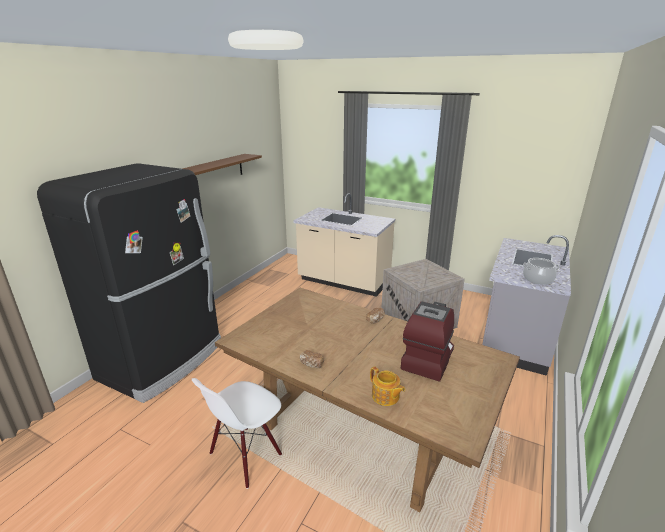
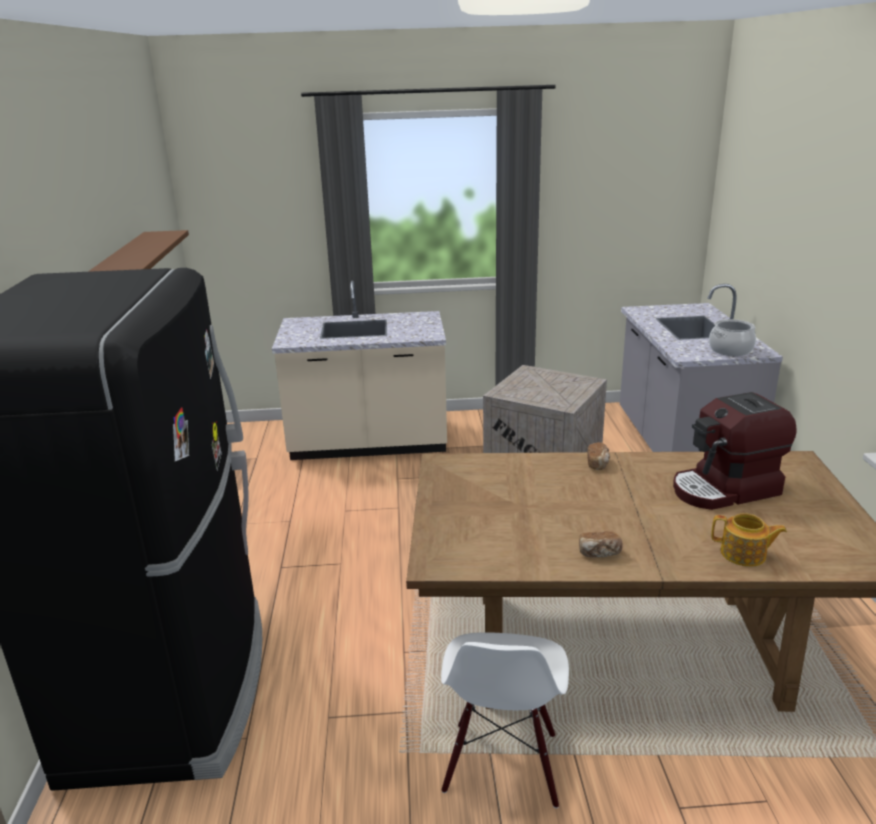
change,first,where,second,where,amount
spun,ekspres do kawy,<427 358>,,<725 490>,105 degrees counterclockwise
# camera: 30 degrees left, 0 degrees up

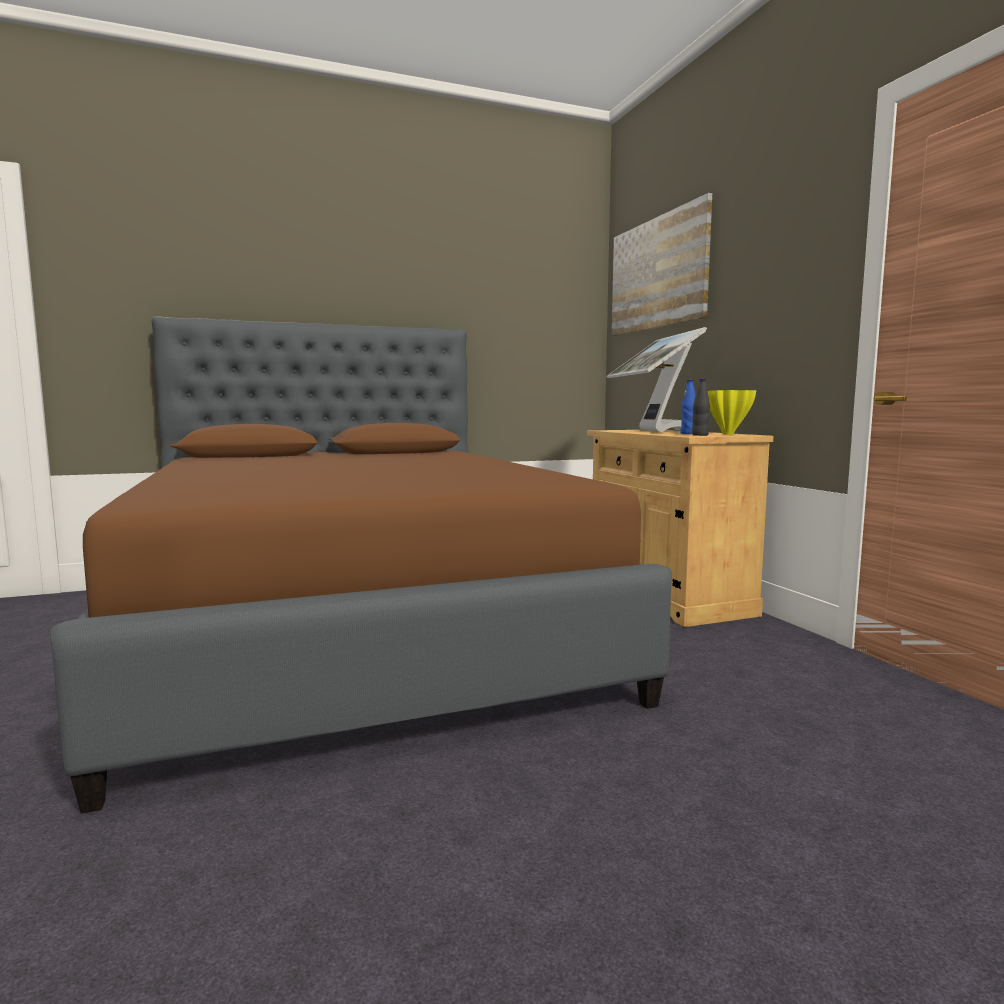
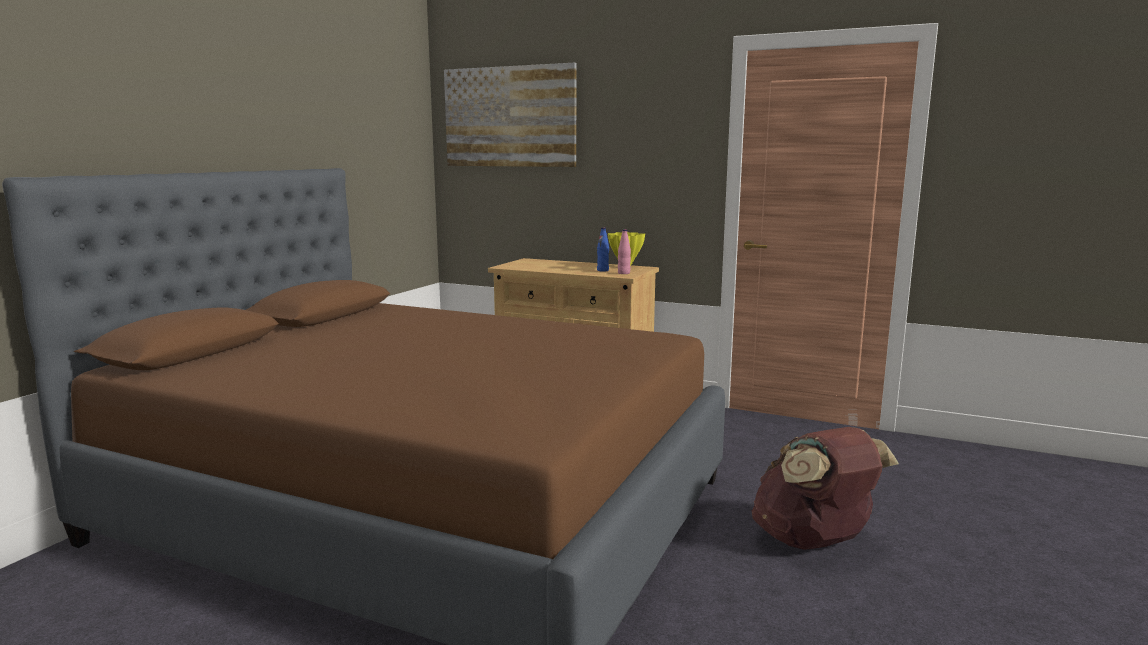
change,first,where,second,where,amount
missing,monitor,<652 431>,,,
colour,butelka [czarny],<700 435>,butelka [różowy],<624 273>,
appeared,,,plecak [brązowy],<813 541>,
# camera: 45 degrees left, 5 degrees up

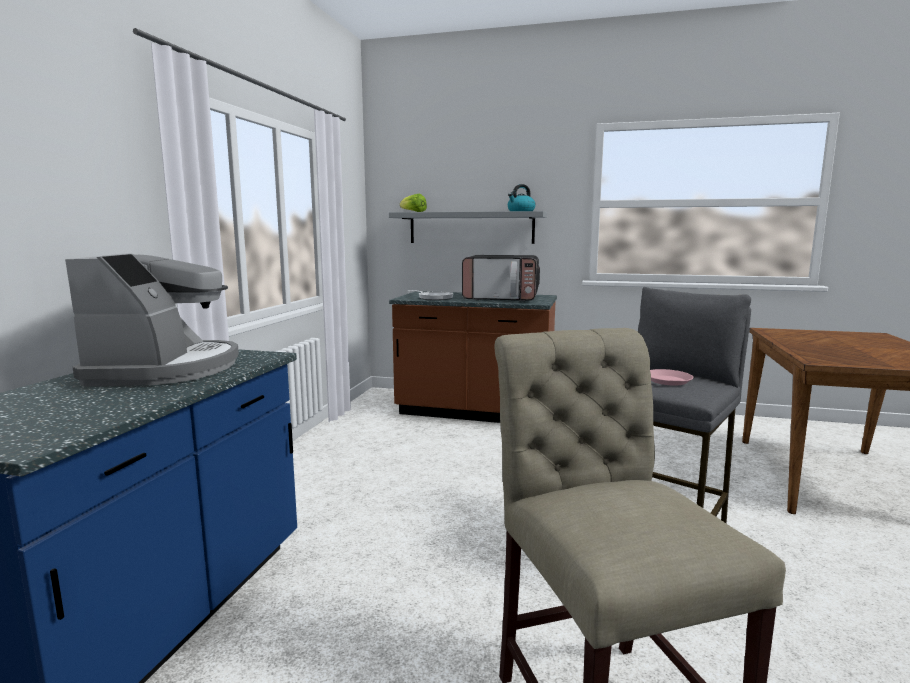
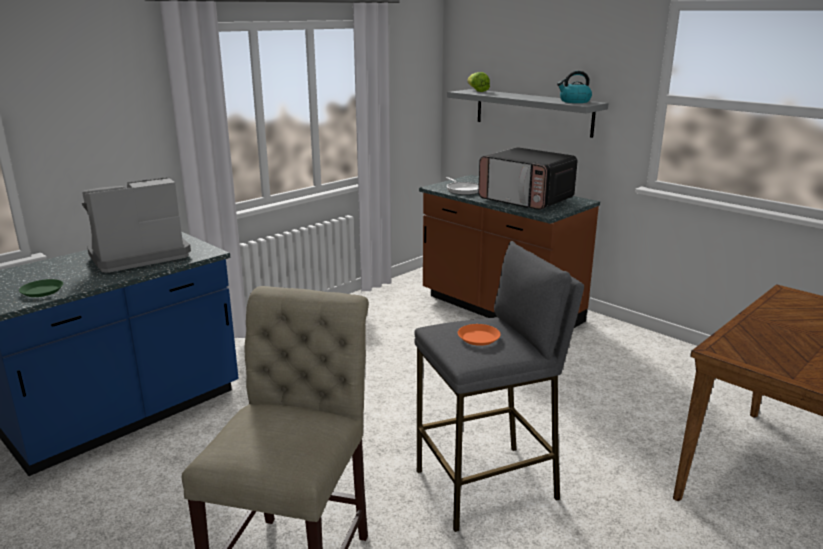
change,first,where,second,where,amount
spun,ekspres do kawy,<166 369>,,<137 255>,150 degrees counterclockwise
colour,talerz [różowy],<668 380>,talerz [pomarańczowy],<479 338>,
appeared,,,talerz [zielony],<42 291>,
# camera: 30 degrees right, 10 degrees up

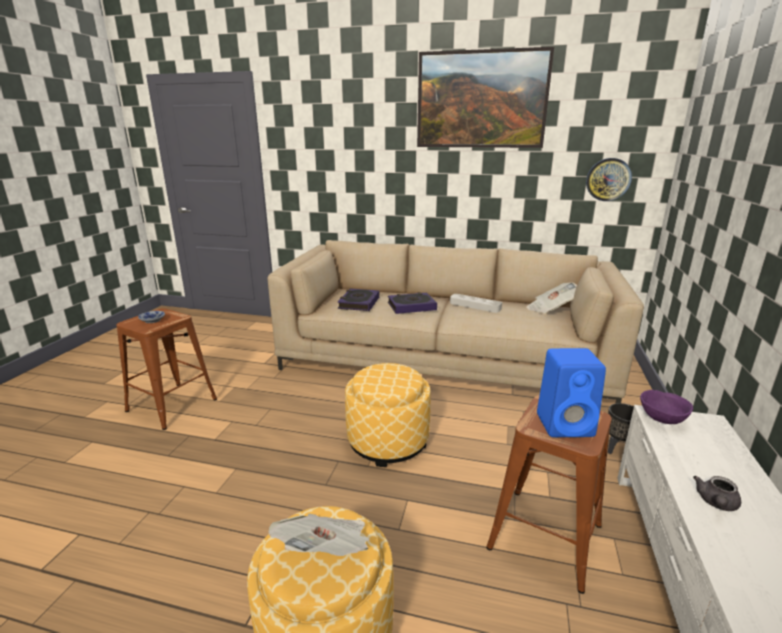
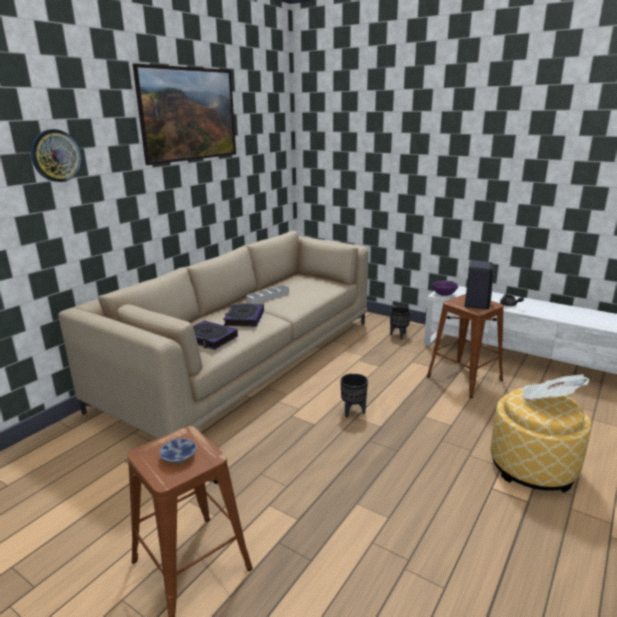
change,first,where,second,where,amount
relocated,zegar ścienny,<608 179>,,<55 155>,
missing,gazeta,<550 309>,,,
colour,głośnik [niebieski],<566 425>,głośnik [czarny],<476 304>,
exchanged,pufa,<387 441>,donica [czarny],<353 412>,
# camera: 70 degrees left, 0 degrees up

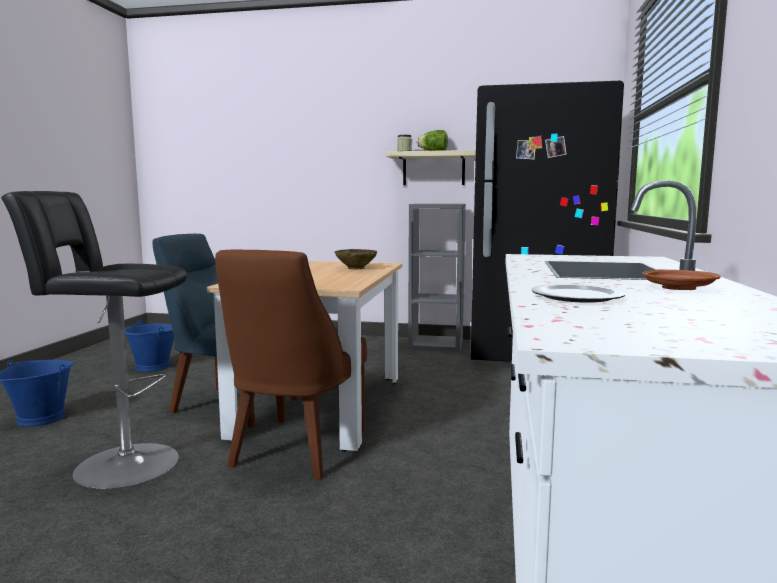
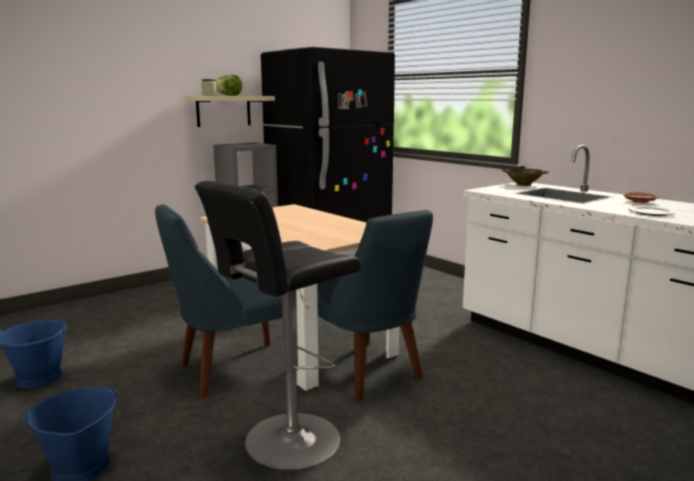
change,first,where,second,where,amount
relocated,miska [beżowy],<356 268>,,<523 185>,
colour,krzesło [brązowy],<295 450>,krzesło [niebieski],<365 372>,
# camera: 50 degrees left, 5 degrees up

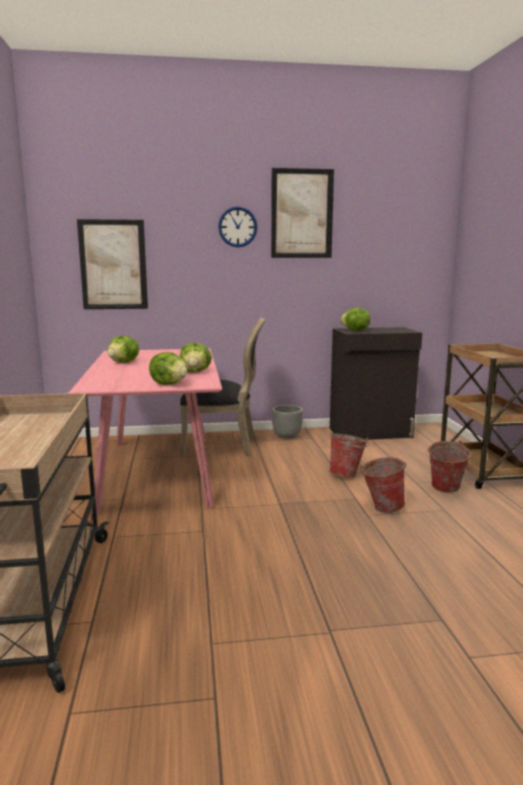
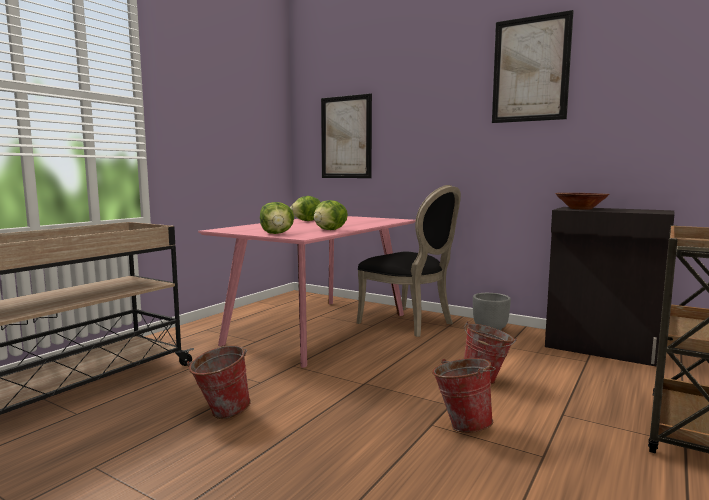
change,first,where,second,where,amount
missing,zegar ścienny,<237 227>,,,
exchanged,sałata,<355 330>,miska [brązowy],<580 208>,
relocated,wiadro,<444 490>,,<220 413>,
# camera: 40 degrees right, 5 degrees down

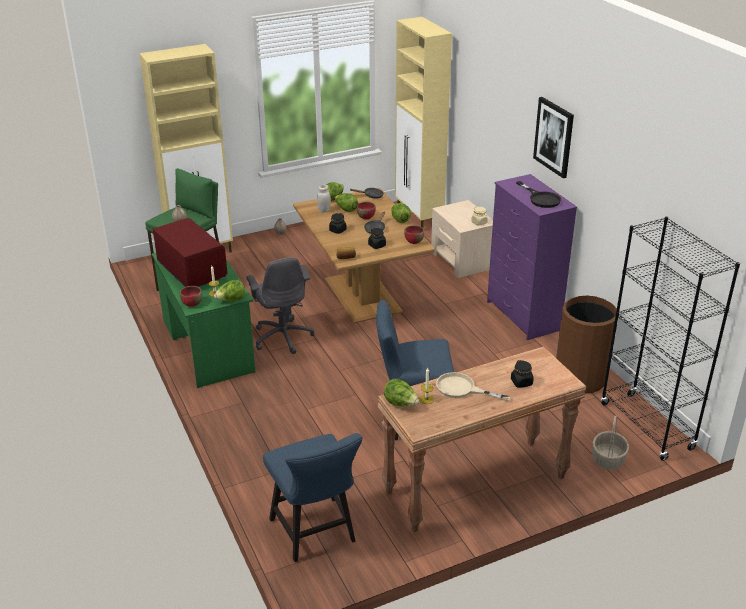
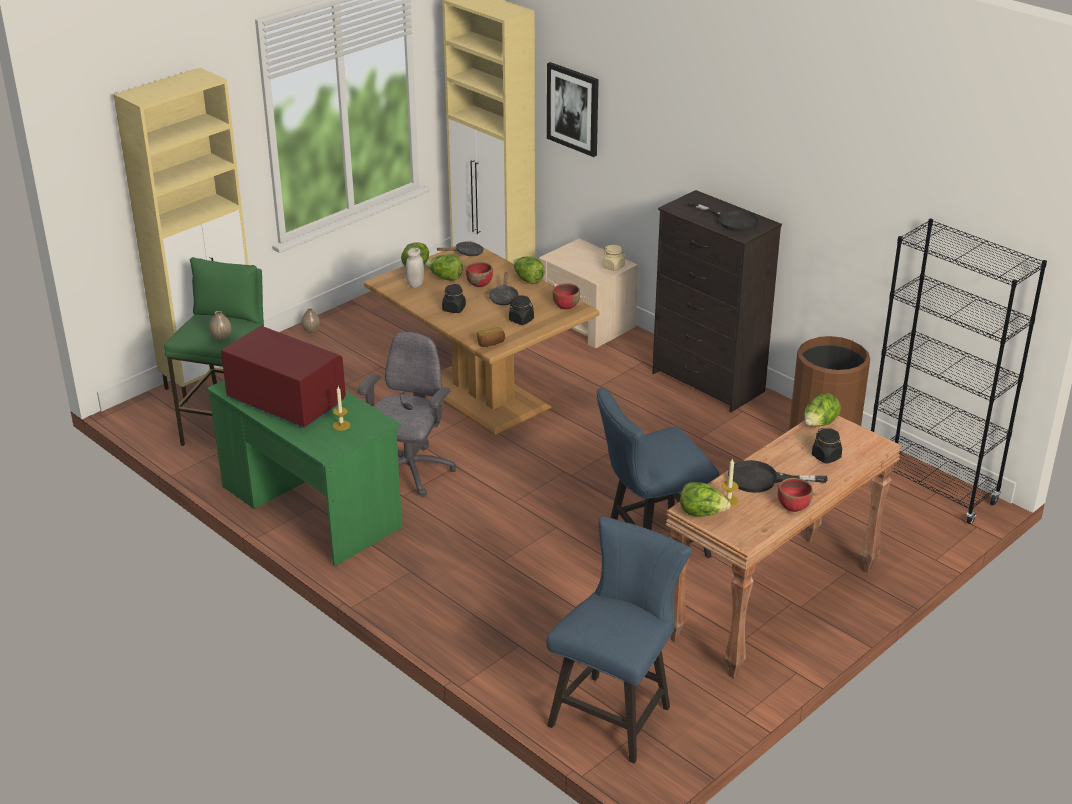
change,first,where,second,where,amount
relocated,obraz,<554 137>,,<573 109>,
colour,komoda [fioletowy],<522 316>,komoda [czarny],<708 383>,
spun,krzesło biurowe [szary],<283 336>,,<409 473>,120 degrees counterclockwise
relocated,sałata,<231 300>,,<819 425>,
relocated,miska [czerwony],<192 303>,,<793 506>,
colour,patelnia [beżowy],<462 389>,patelnia [czarny],<762 479>,
missing,koszyk,<608 460>,,,
spun,krzesło [niebieski],<316 534>,,<615 712>,105 degrees counterclockwise
# camera: 20 degrees left, 0 degrees up

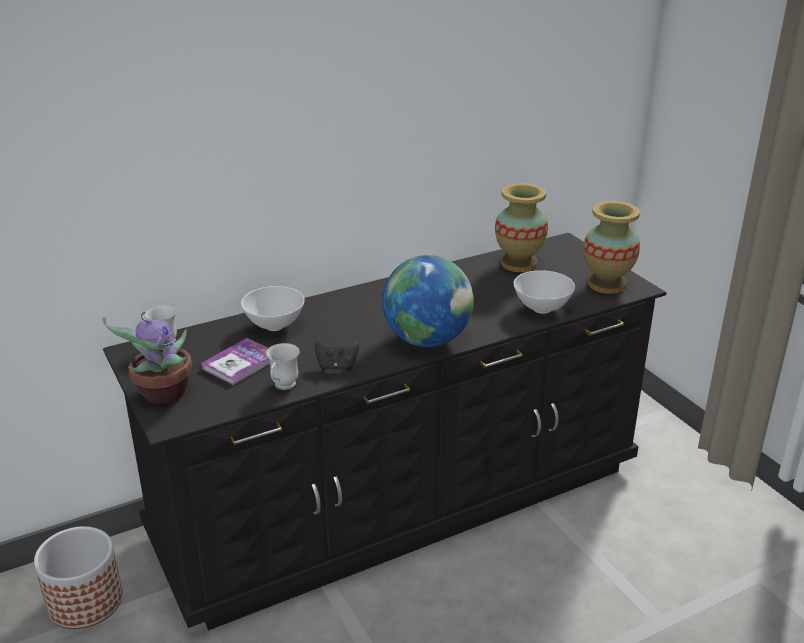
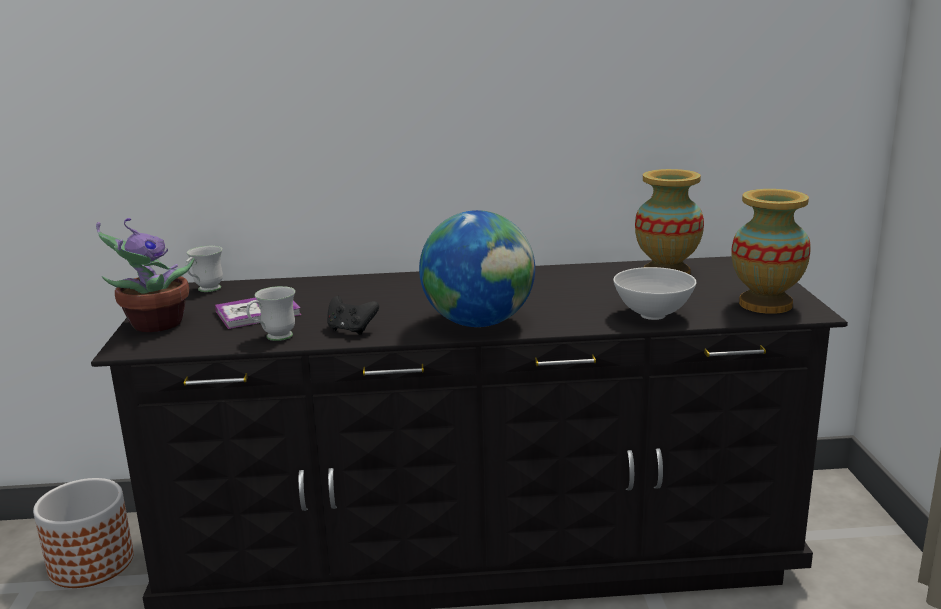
change,first,where,second,where,amount
missing,miska [biały],<274 326>,,,
# camera: 25 degrees right, 10 degrees down

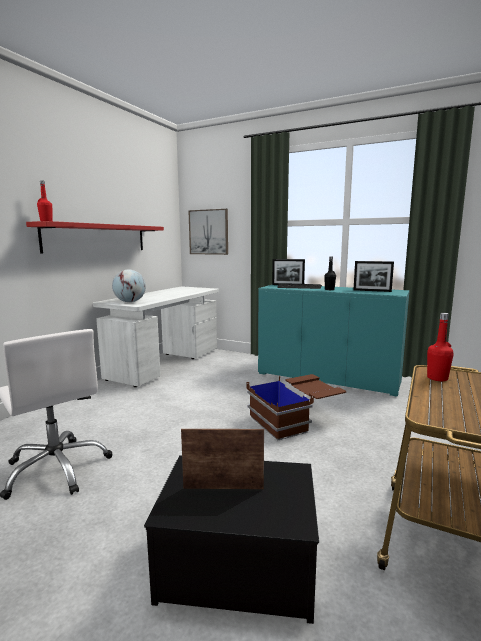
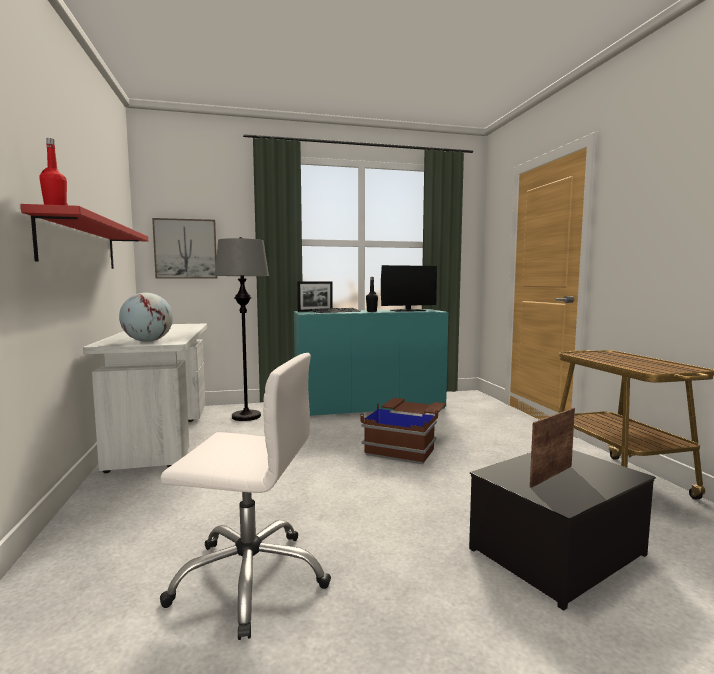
change,first,where,second,where,amount
exchanged,ramka na zdjęcie,<372 291>,monitor,<408 310>,
missing,butelka [czerwony],<437 378>,,,
appeared,,,lampa stojąca [szary],<246 416>,
# camera: 40 degrees left, 5 degrees down

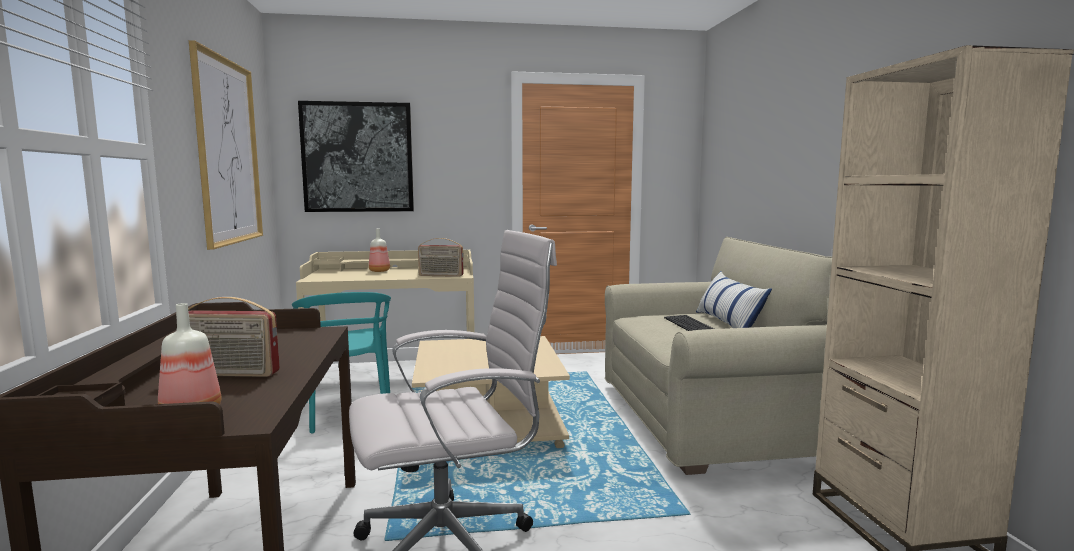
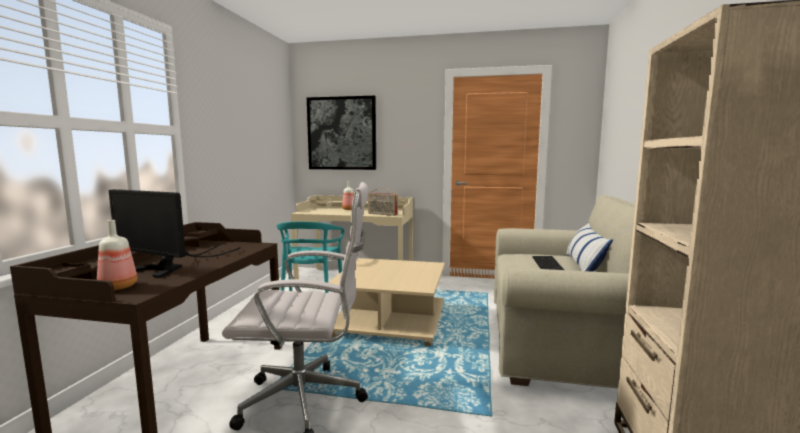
change,first,where,second,where,amount
missing,obraz,<228 152>,,,
exchanged,radio,<230 374>,monitor,<171 266>,
# camera: 20 degrees right, 0 degrees up

